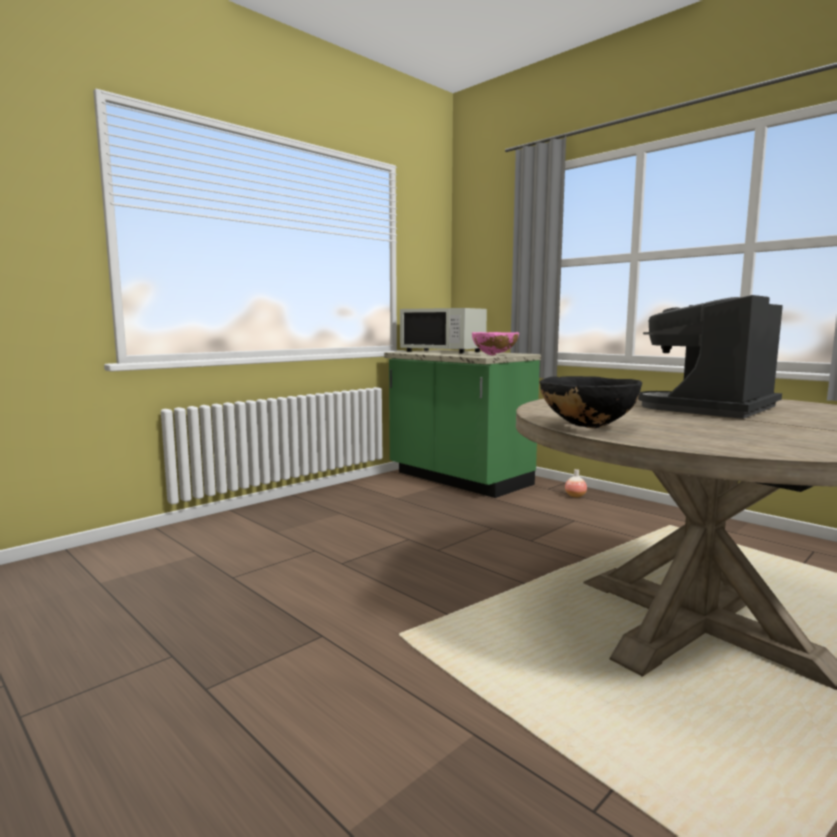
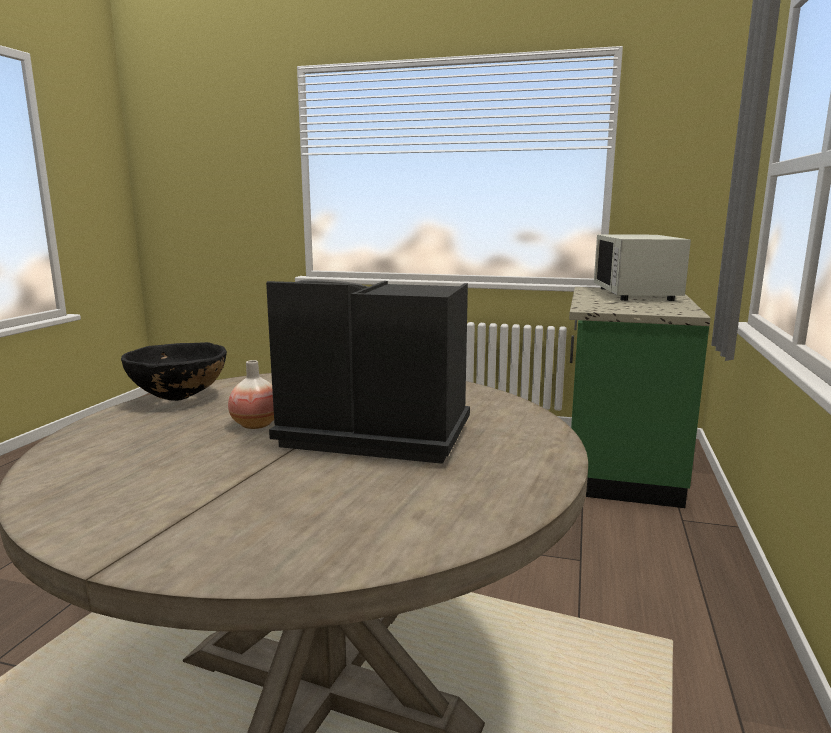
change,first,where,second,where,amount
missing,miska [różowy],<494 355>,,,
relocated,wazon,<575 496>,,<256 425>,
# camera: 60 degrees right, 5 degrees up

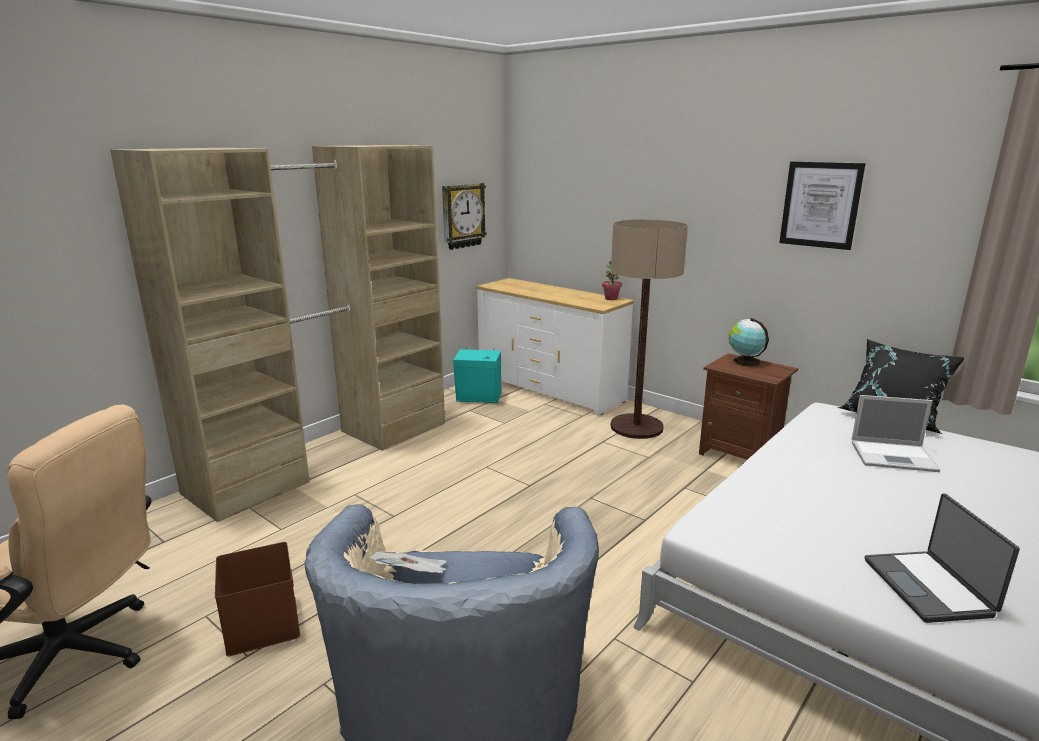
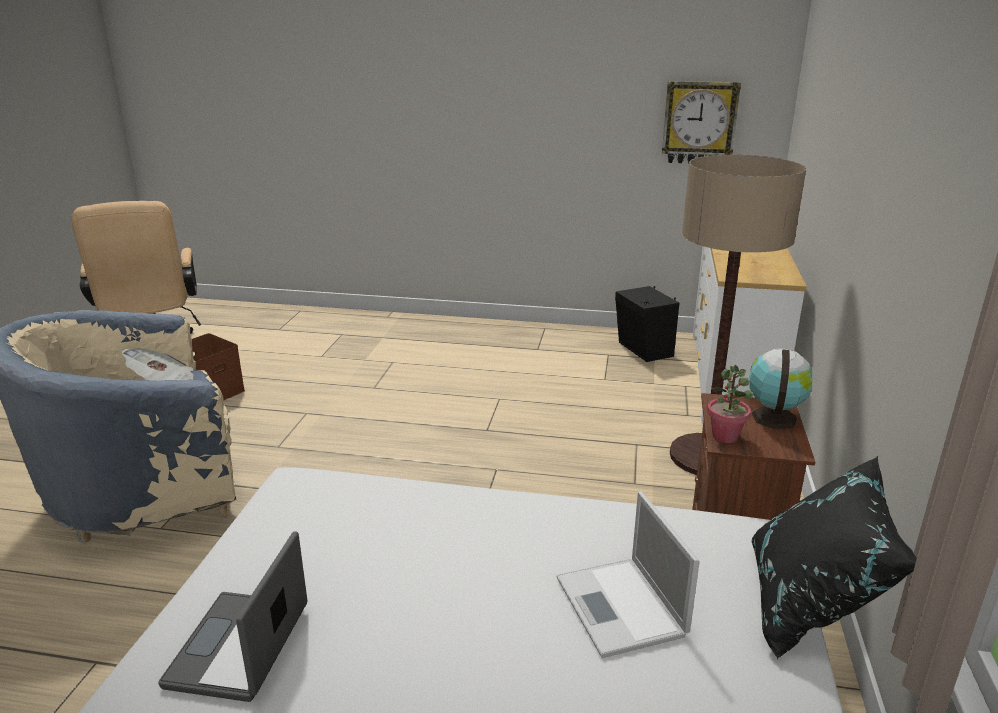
change,first,where,second,where,amount
missing,szafa [beżowy],<328 454>,,,
missing,obraz,<820 205>,,,
relocated,roślina doniczkowa,<611 298>,,<725 436>,
colour,głośnik [turkusowy],<479 398>,głośnik [czarny],<643 350>,
spun,laptop,<929 587>,,<241 647>,45 degrees counterclockwise
# camera: 60 degrees right, 5 degrees up

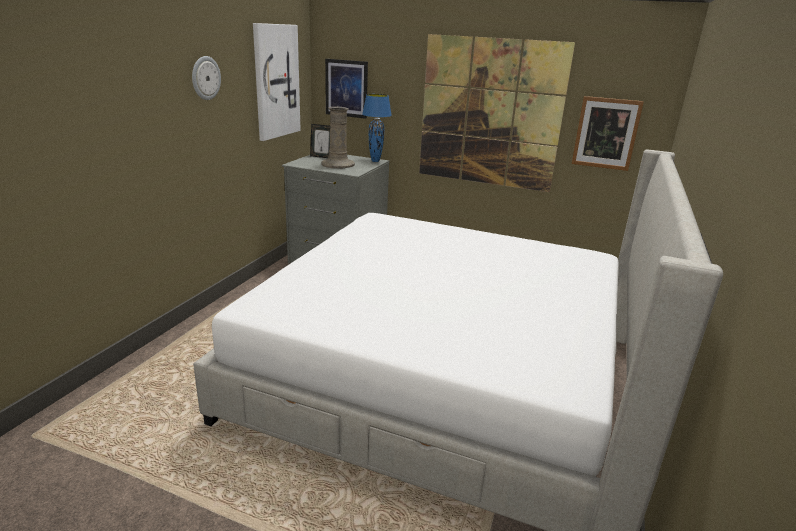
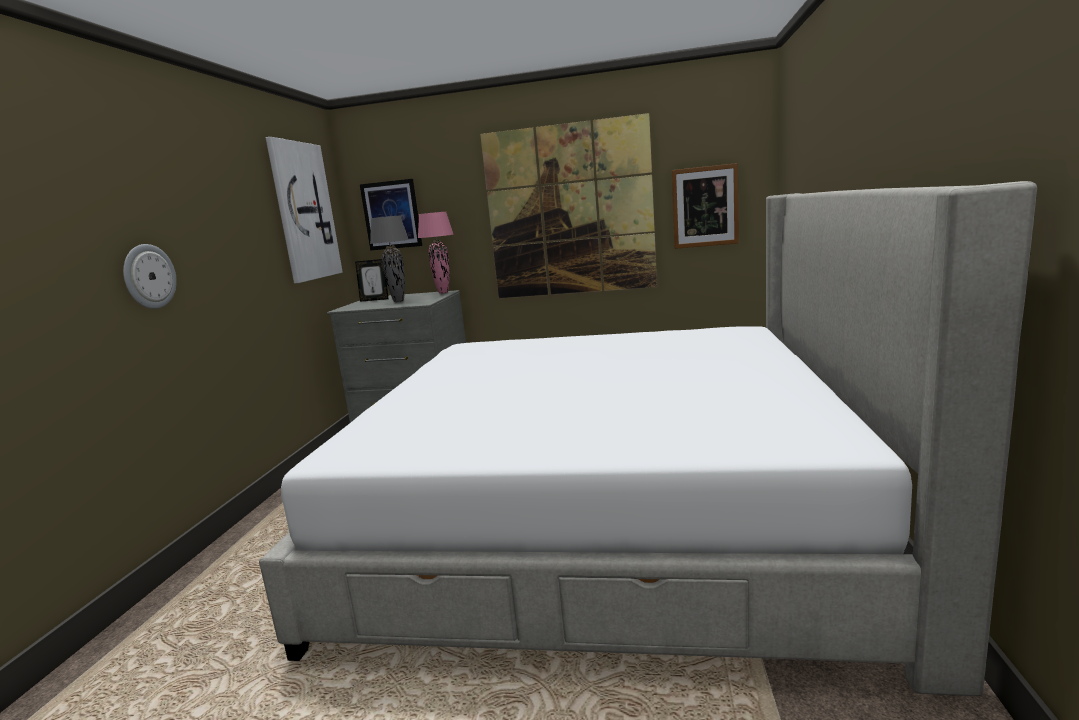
change,first,where,second,where,amount
relocated,zegar ścienny,<205 78>,,<149 276>,
colour,lampa stołowa [niebieski],<375 161>,lampa stołowa [różowy],<443 292>,
exchanged,wazon [beżowy],<337 164>,lampa stołowa [szary],<398 301>,
# camera: 10 degrees left, 10 degrees down

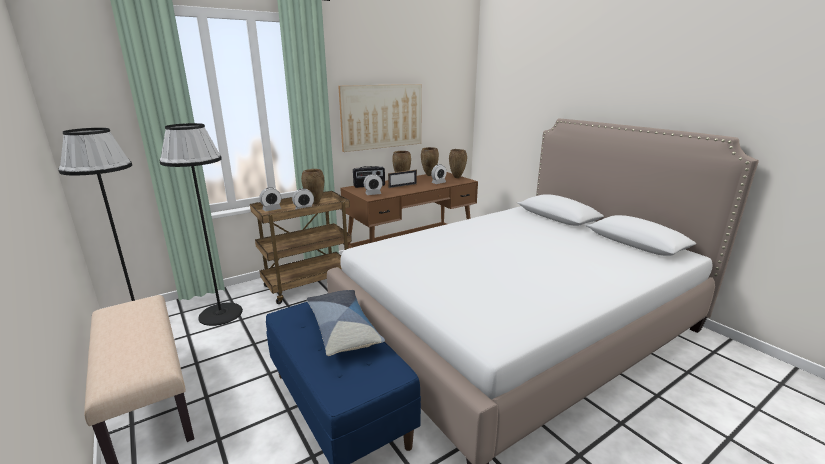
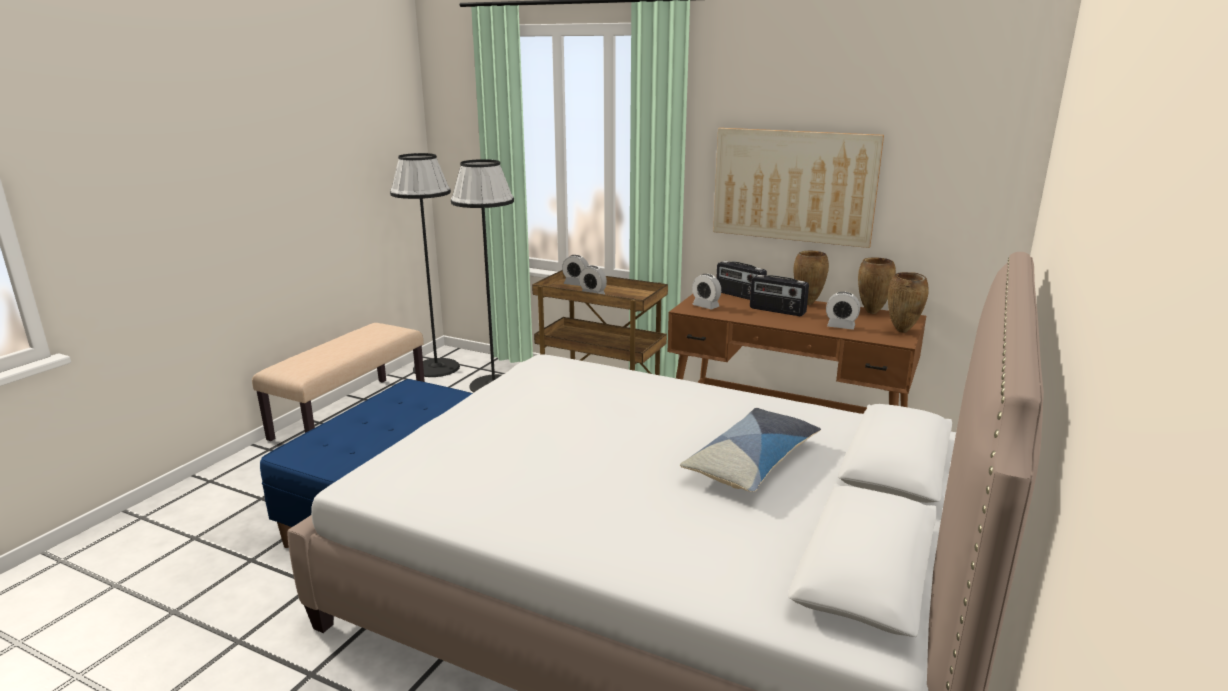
change,first,where,second,where,amount
missing,wazon [brązowy],<314 203>,,,
exchanged,ramka na zdjęcie,<402 185>,radio,<777 311>,
relocated,poduszka,<343 329>,,<753 462>,
# camera: 60 degrees right, 0 degrees up

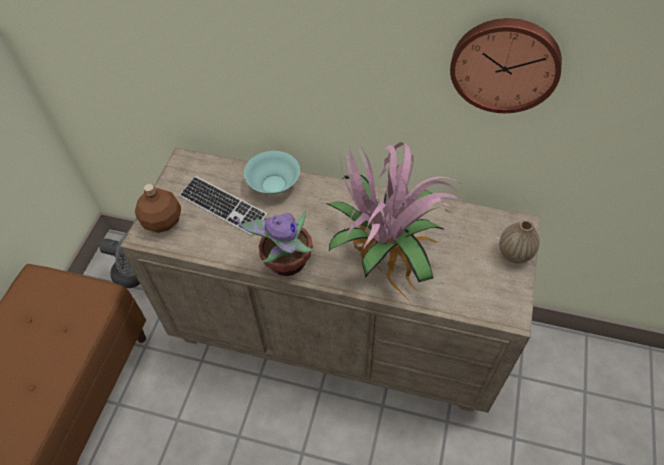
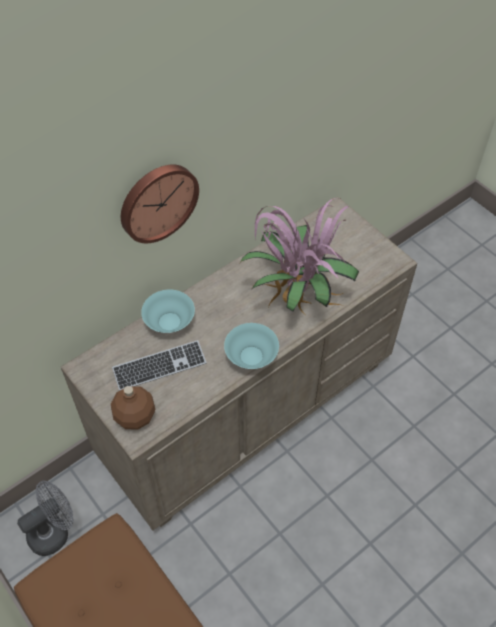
change,first,where,second,where,amount
relocated,zegar ścienny,<505 64>,,<157 201>,
exchanged,roślina doniczkowa,<286 263>,miska [turkusowy],<251 356>,
missing,wazon,<514 254>,,,
# camera: 55 degrees left, 0 degrees up

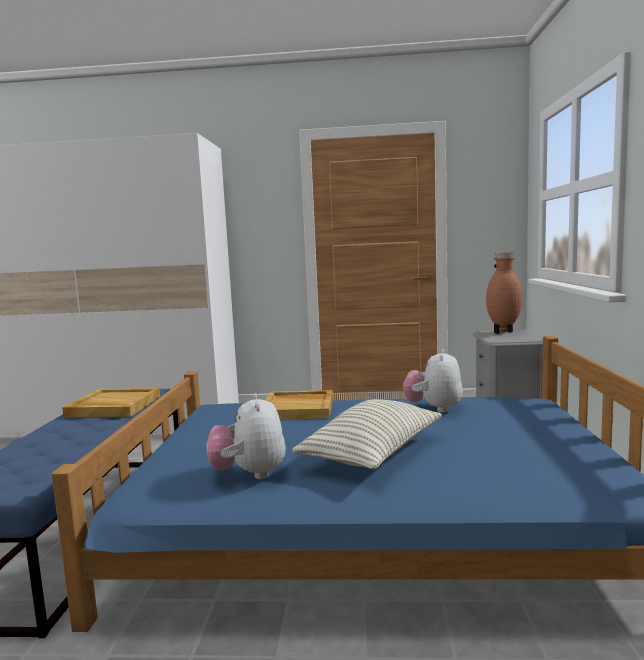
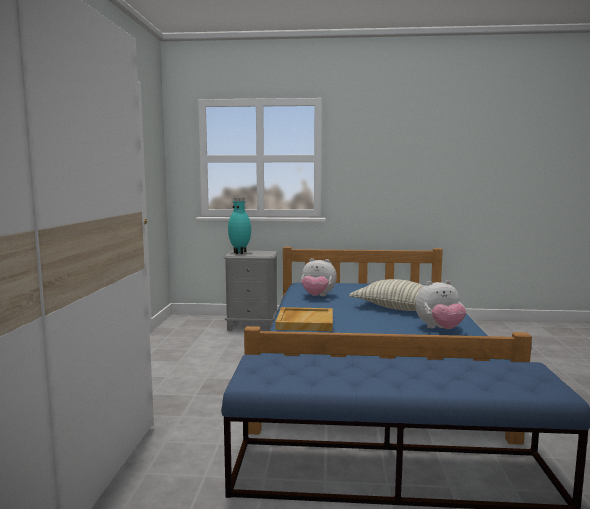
change,first,where,second,where,amount
colour,wazon [brązowy],<504 332>,wazon [turkusowy],<240 253>,
missing,taca [beżowy],<113 406>,,,
# camera: 90 degrees left, 0 degrees up

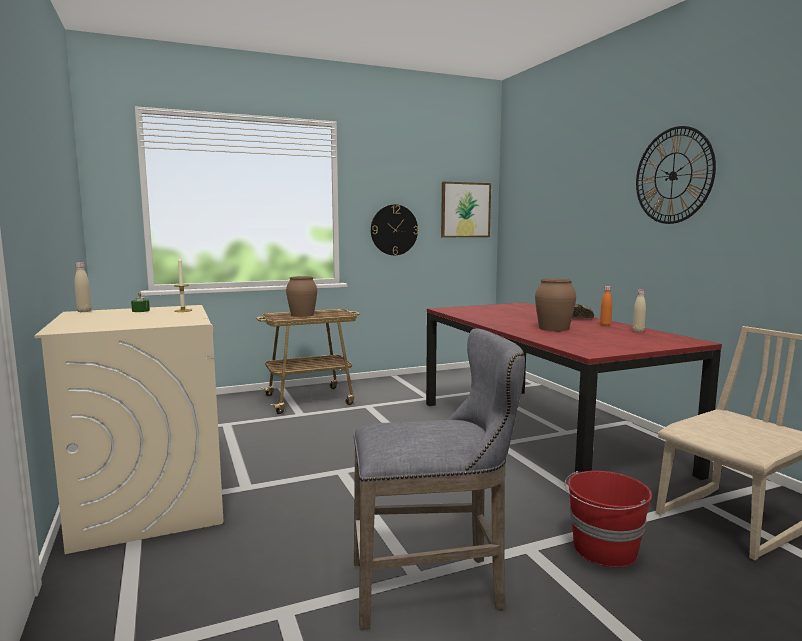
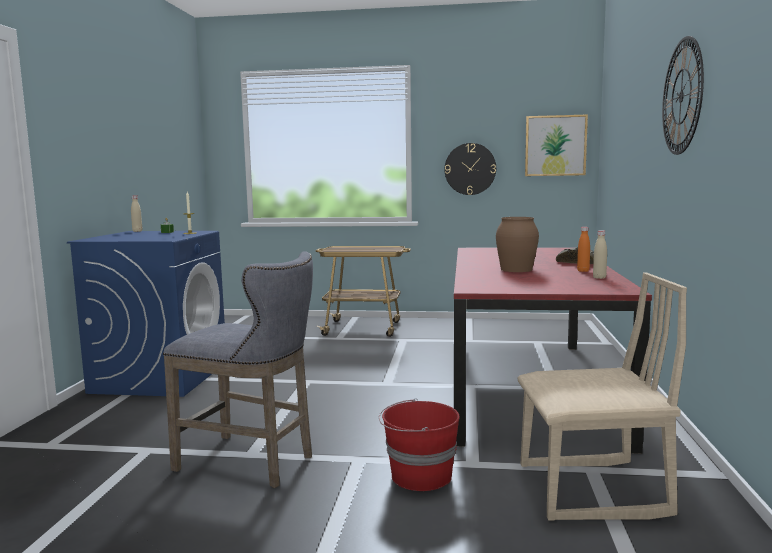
change,first,where,second,where,amount
missing,wazon [brązowy],<302 315>,,,
colour,pralka [beżowy],<149 503>,pralka [niebieski],<161 376>,
# camera: 30 degrees right, 0 degrees up

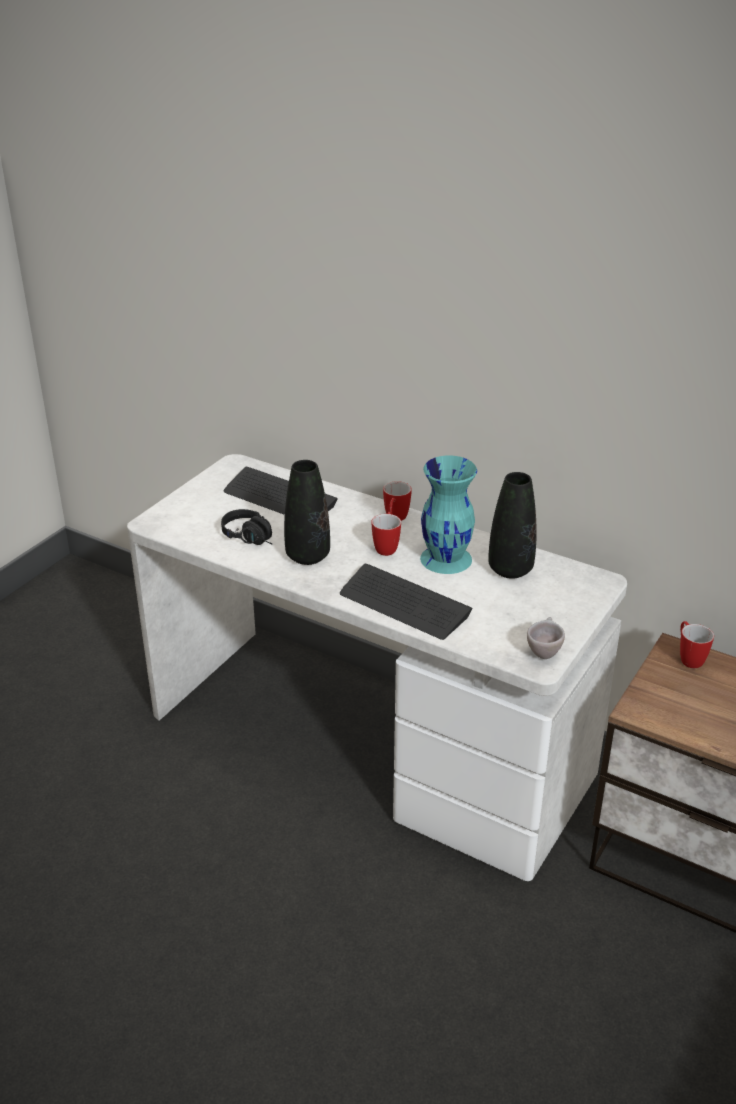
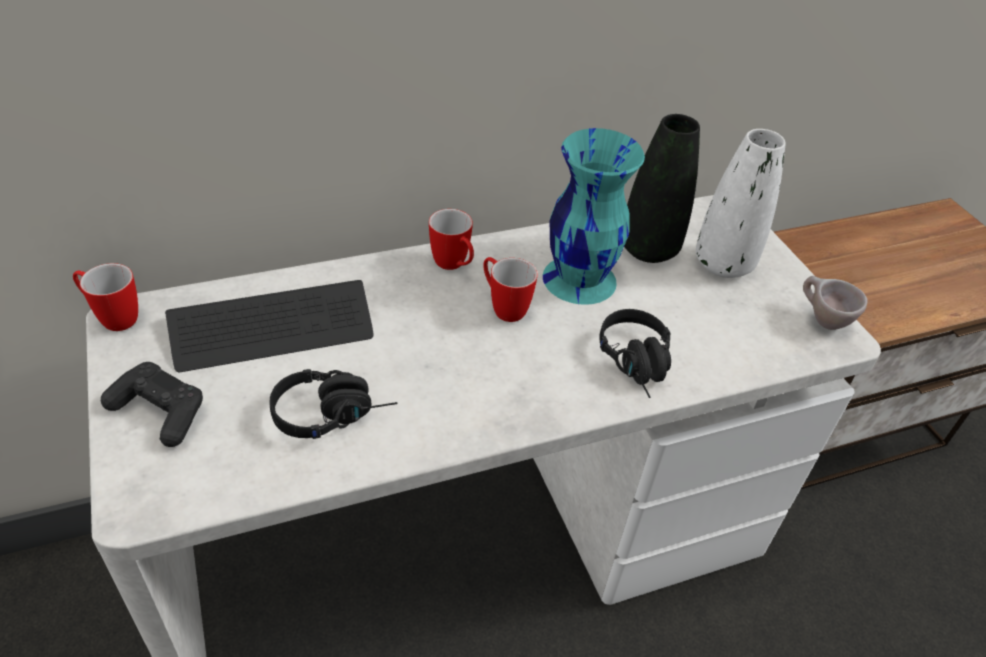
change,first,where,second,where,amount
missing,wazon [czarny],<308 556>,,,
exchanged,klawiatura,<404 604>,słuchawki [czarny],<638 366>,
relocated,kubek,<688 658>,,<112 318>,
appeared,,,wazon [biały],<723 264>,
appeared,,,pad do gier [czarny],<159 411>,
# camera: 55 degrees left, 10 degrees up

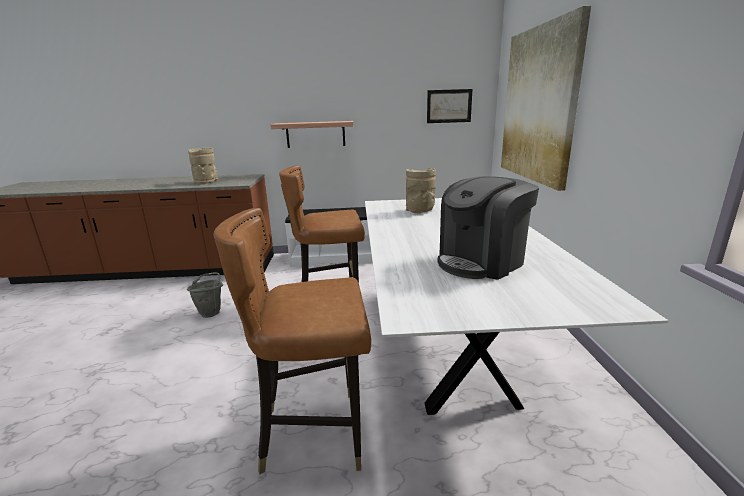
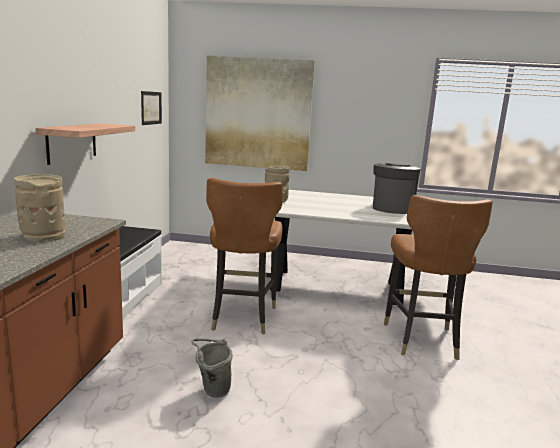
change,first,where,second,where,amount
spun,ekspres do kawy,<481 262>,,<392 208>,135 degrees counterclockwise
# camera: 80 degrees left, 5 degrees down

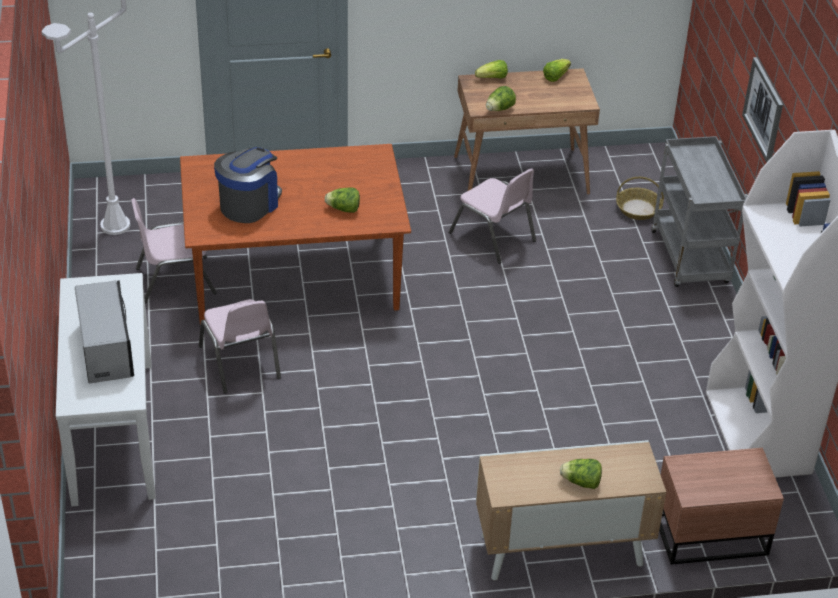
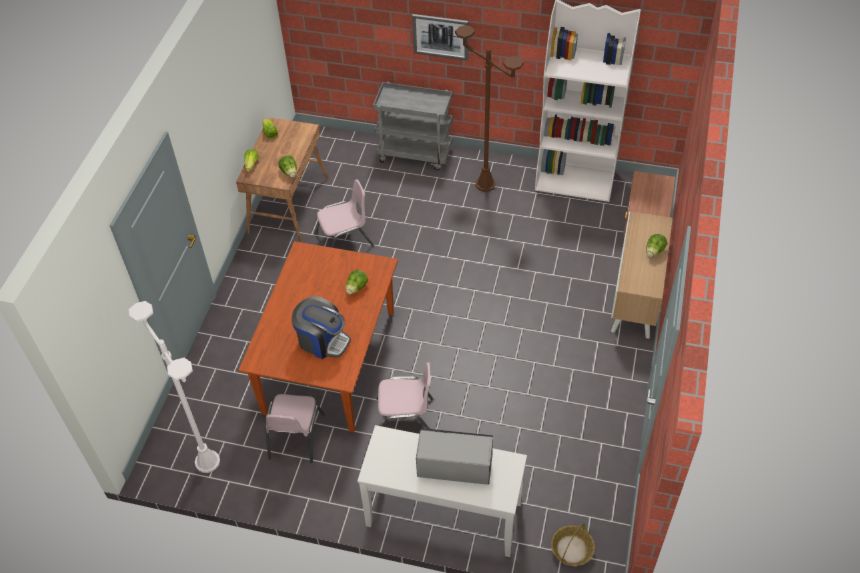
change,first,where,second,where,amount
spun,ekspres do kawy,<249 204>,,<322 340>,150 degrees clockwise
relocated,koszyk,<638 209>,,<572 549>,
appeared,,,lampa stojąca [brązowy],<485 184>,
# camera: 65 degrees left, 10 degrees up

